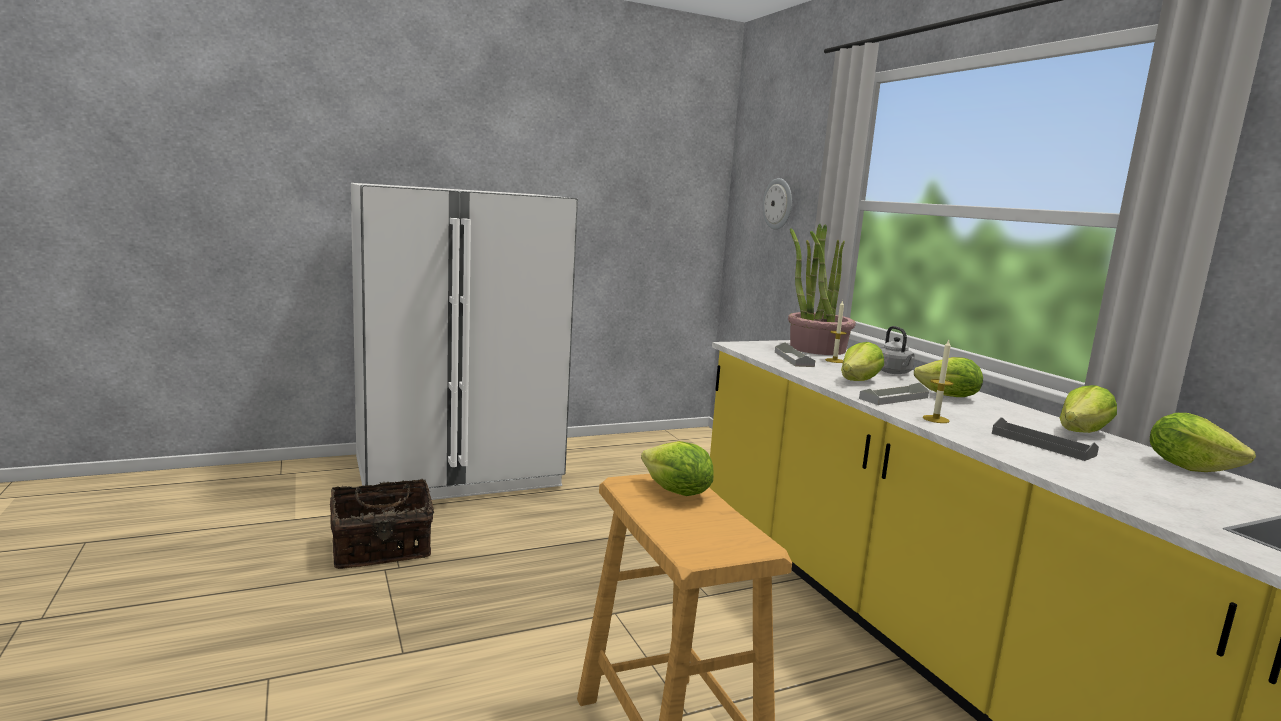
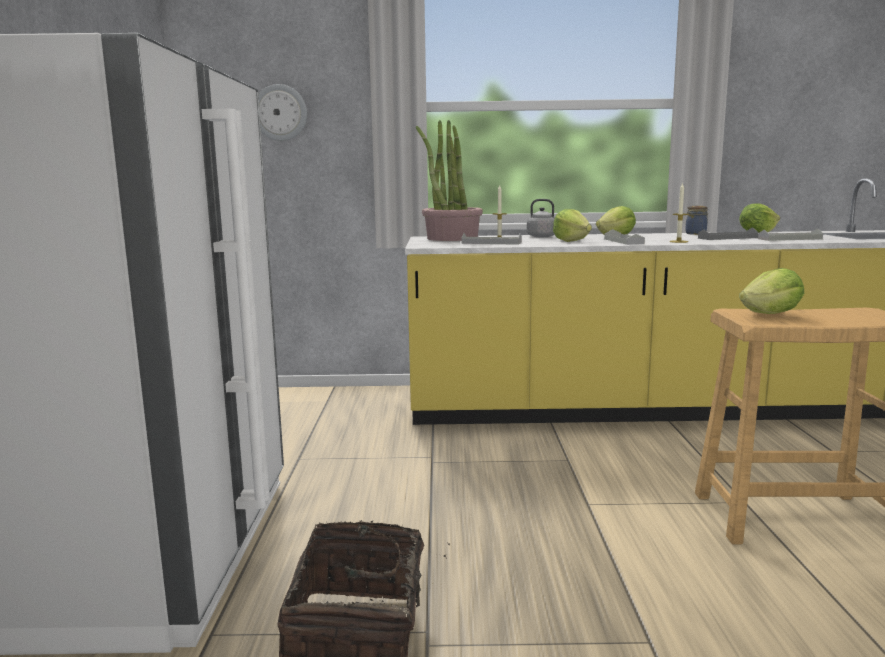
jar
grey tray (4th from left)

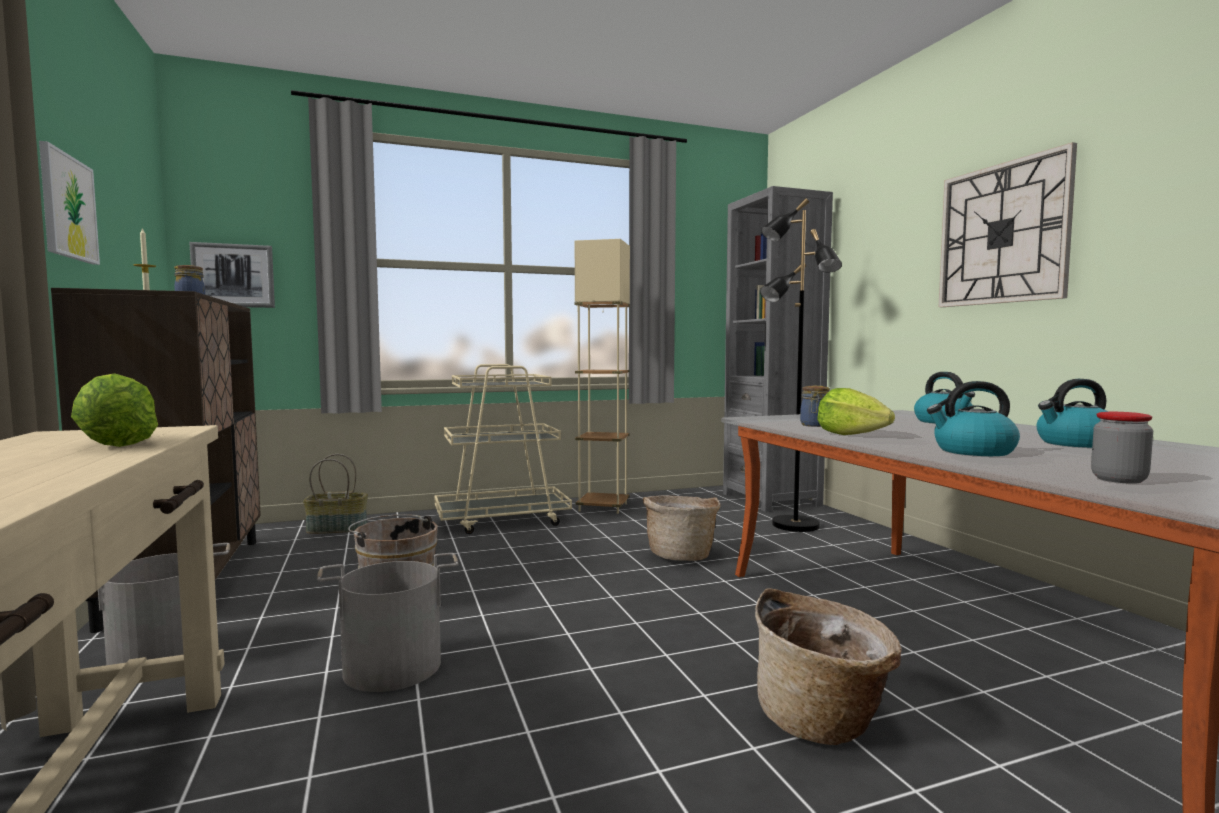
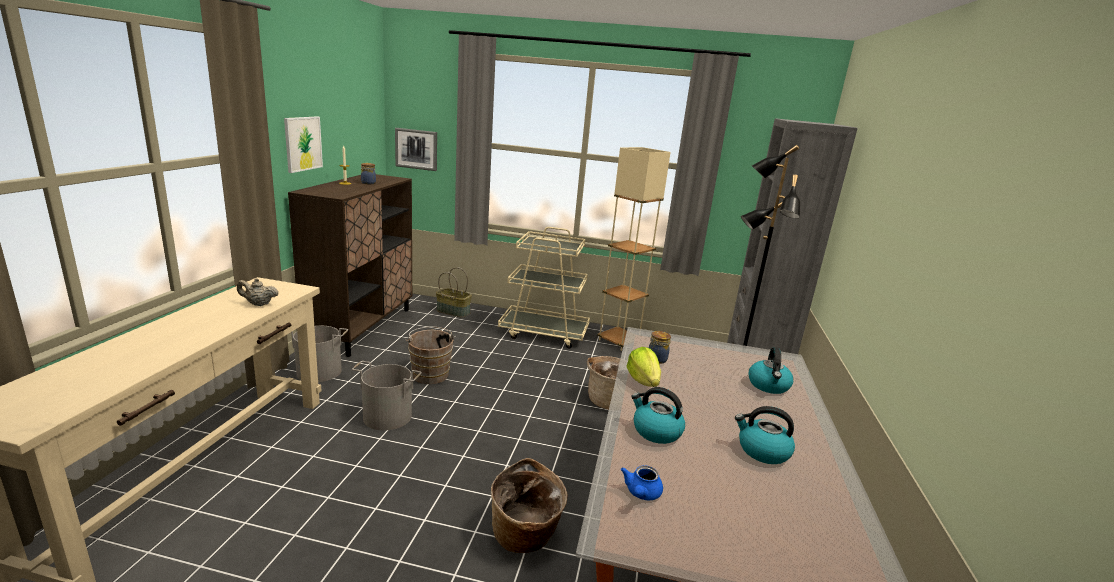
beige teapot
wall clock
blue teapot

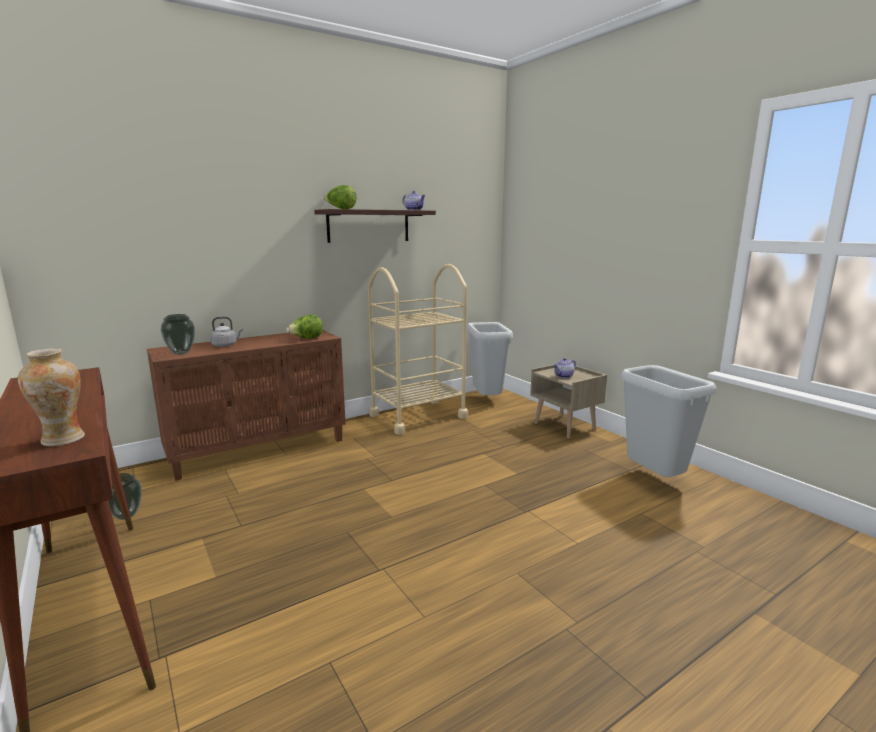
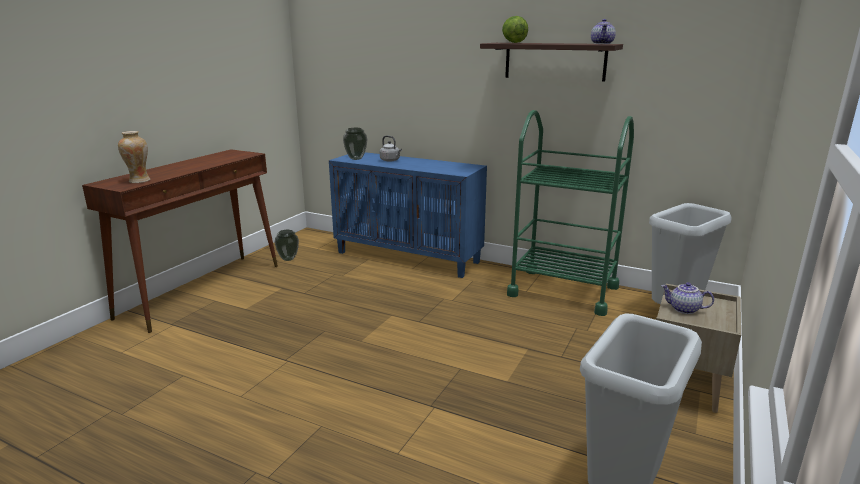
blue cabinet
lettuce (1st from left in the first image)
green cart

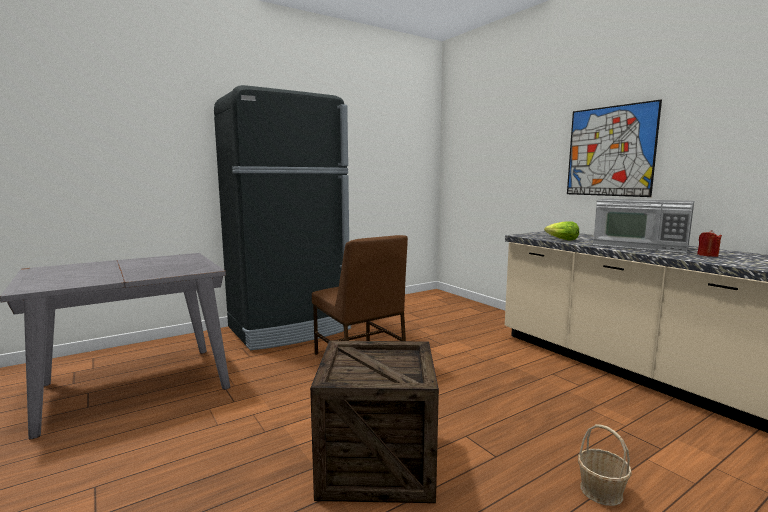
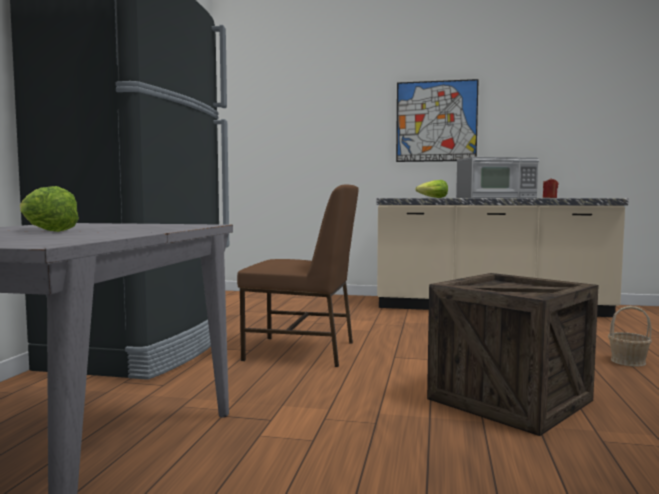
lettuce (1st from left)

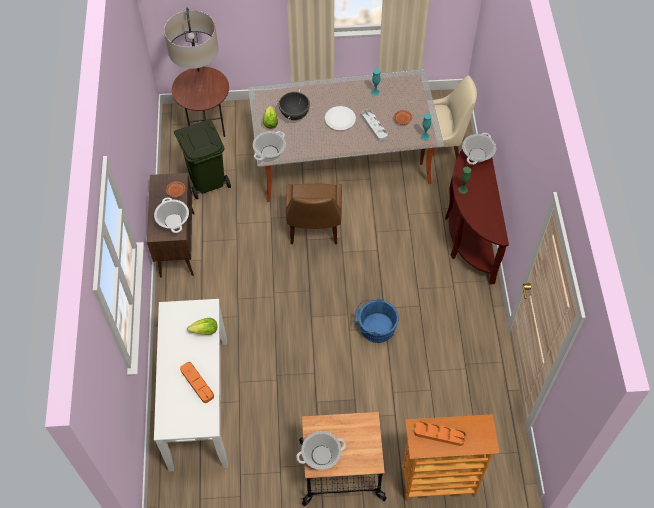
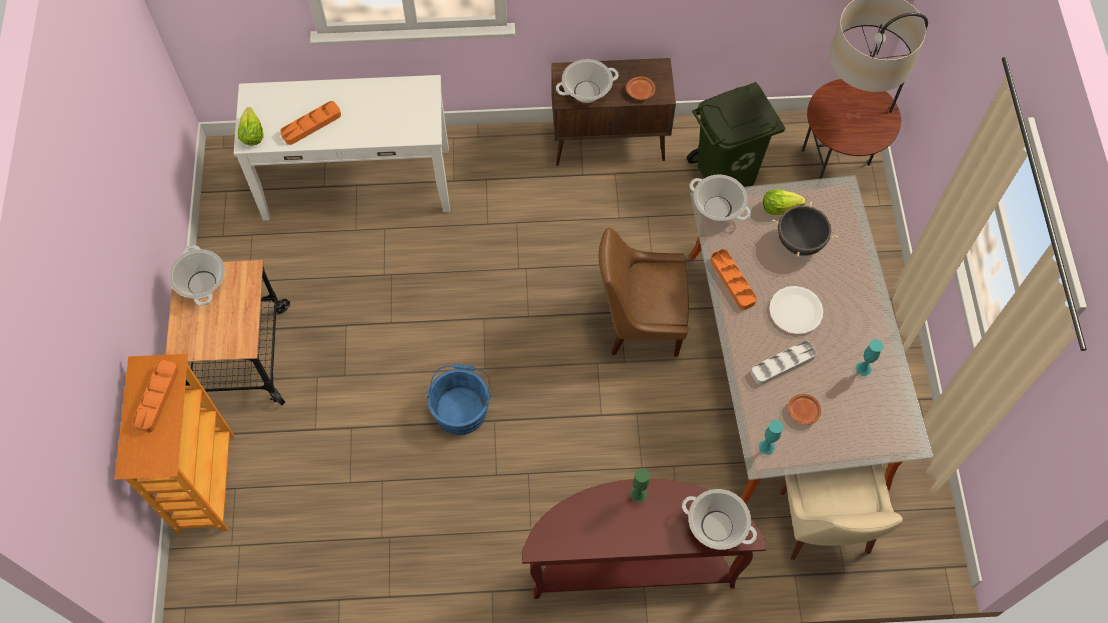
lettuce (1st from left)
orange tray (3rd from left)

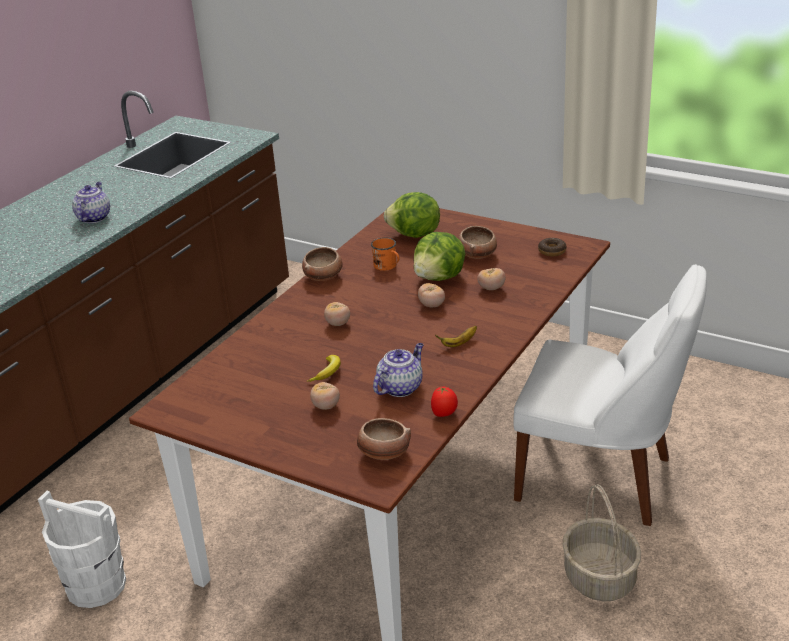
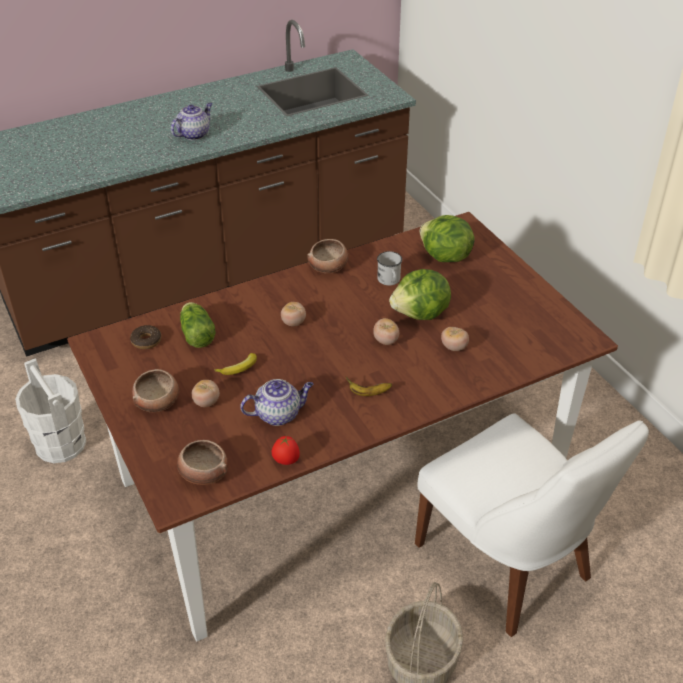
white mug
bowl (1st from left)
donut
lettuce (1st from left)

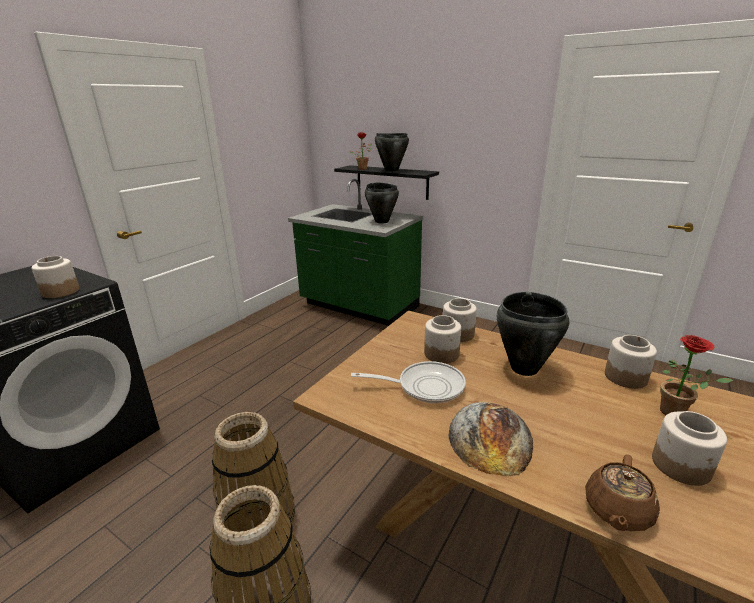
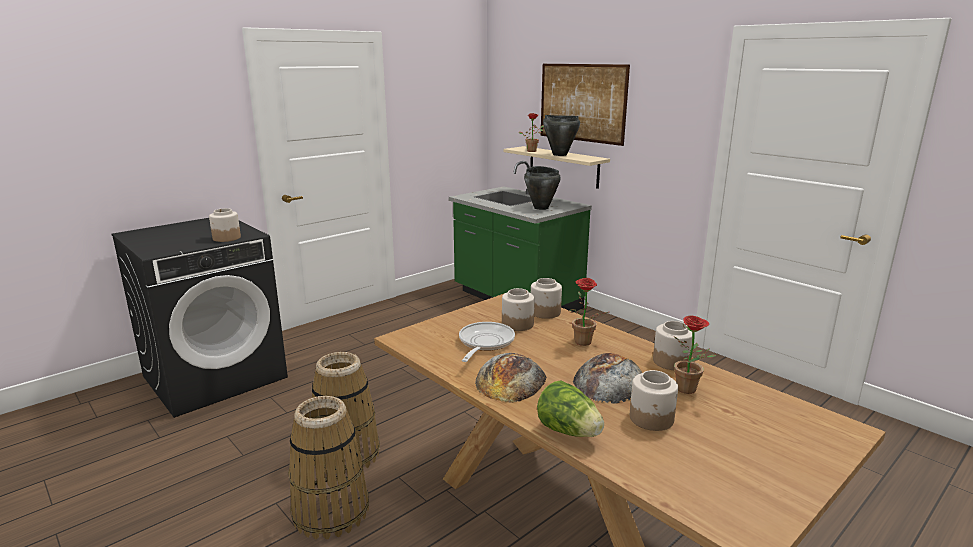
beige shelf
frying pan
potted plant (2nd from left)
lettuce
picture
bread (2nd from left)

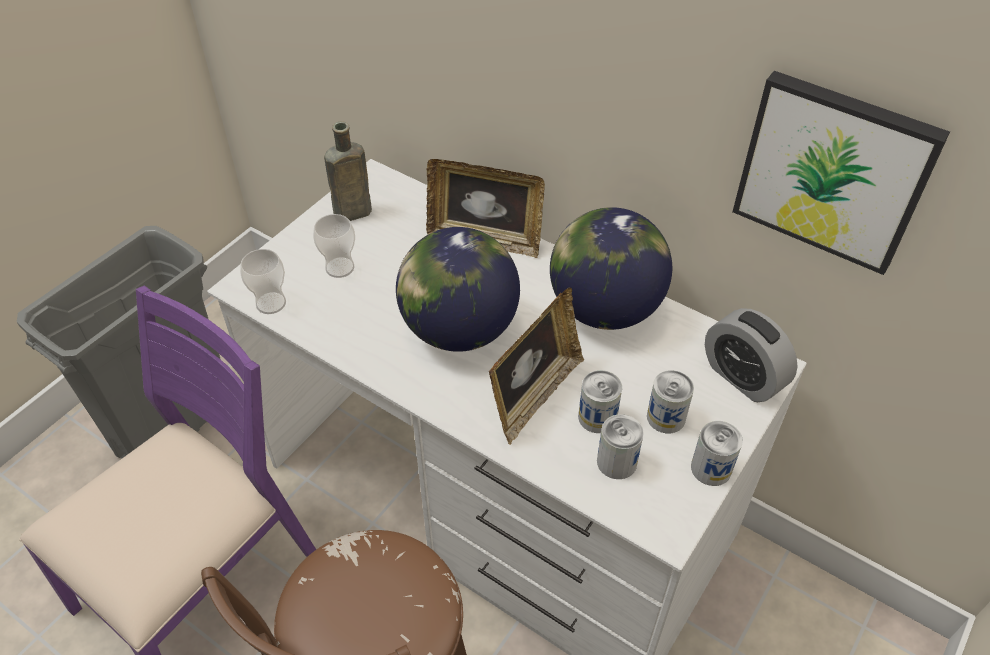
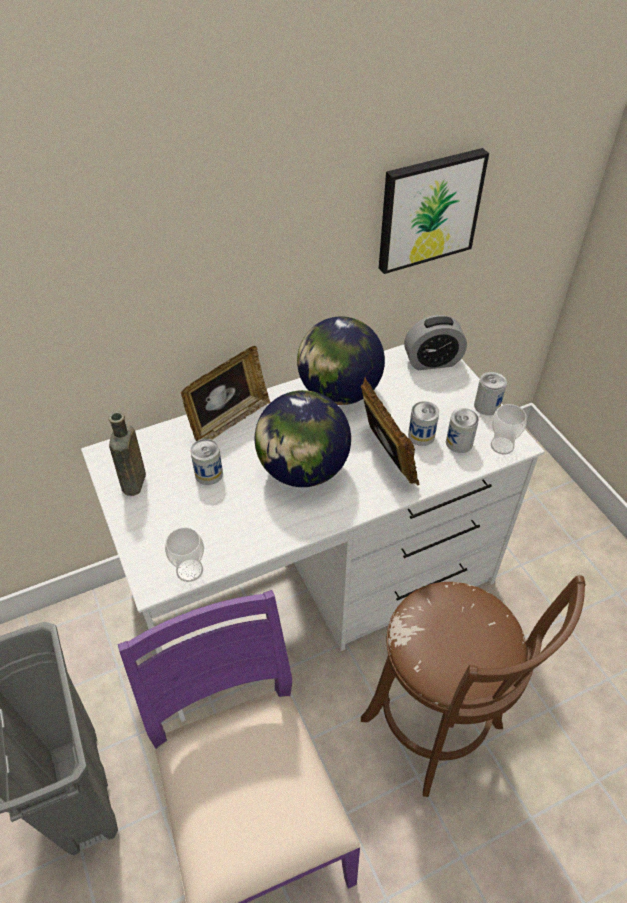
cup (2nd from left)
can (1st from left)

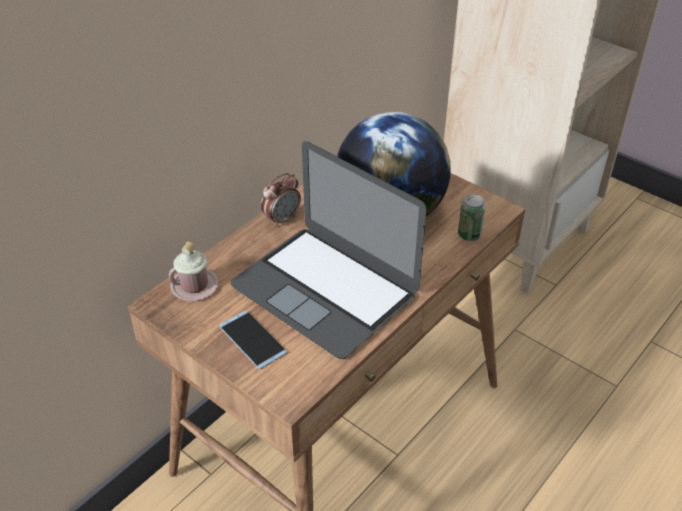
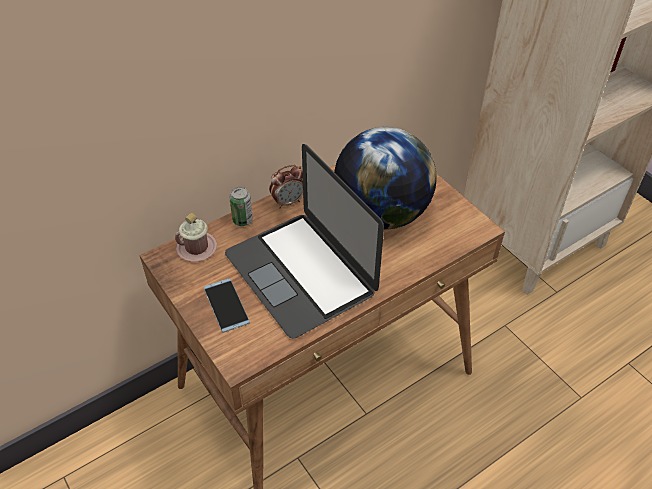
can

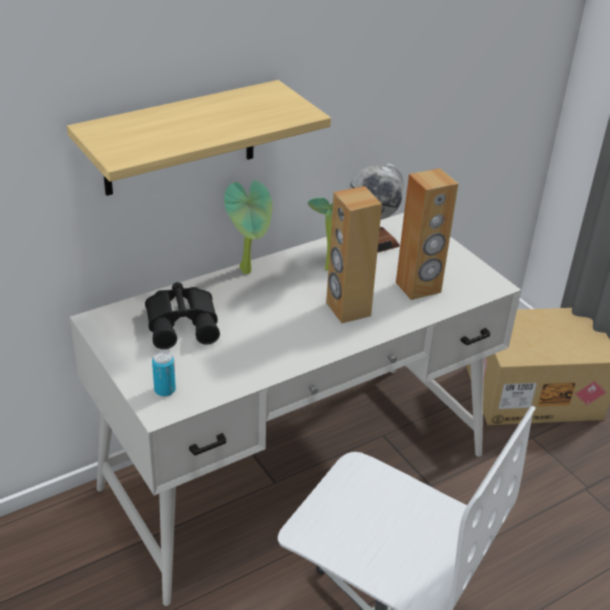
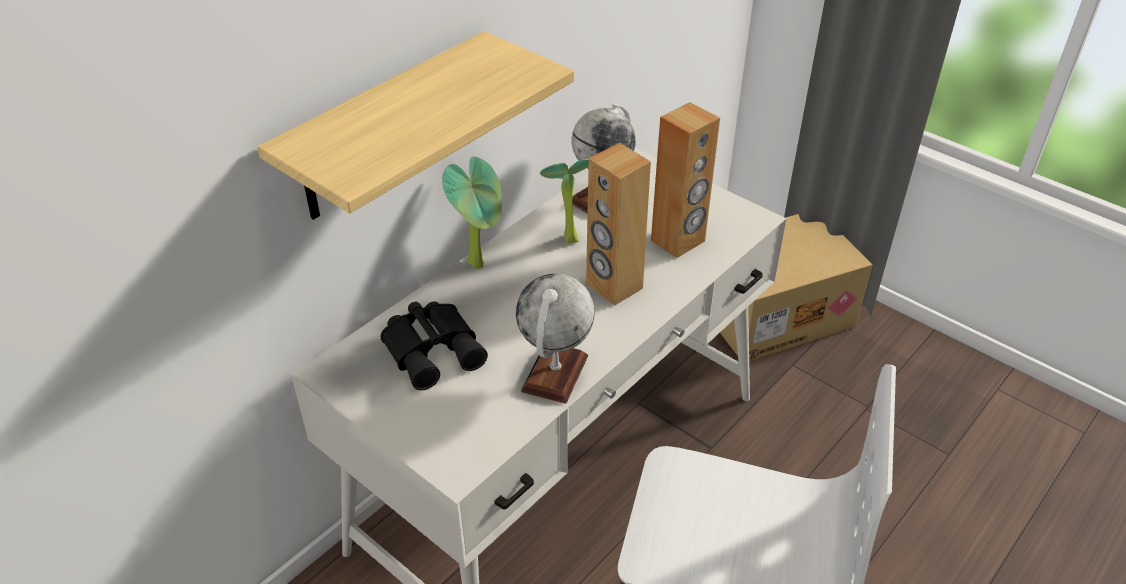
can
globe (1st from left)

